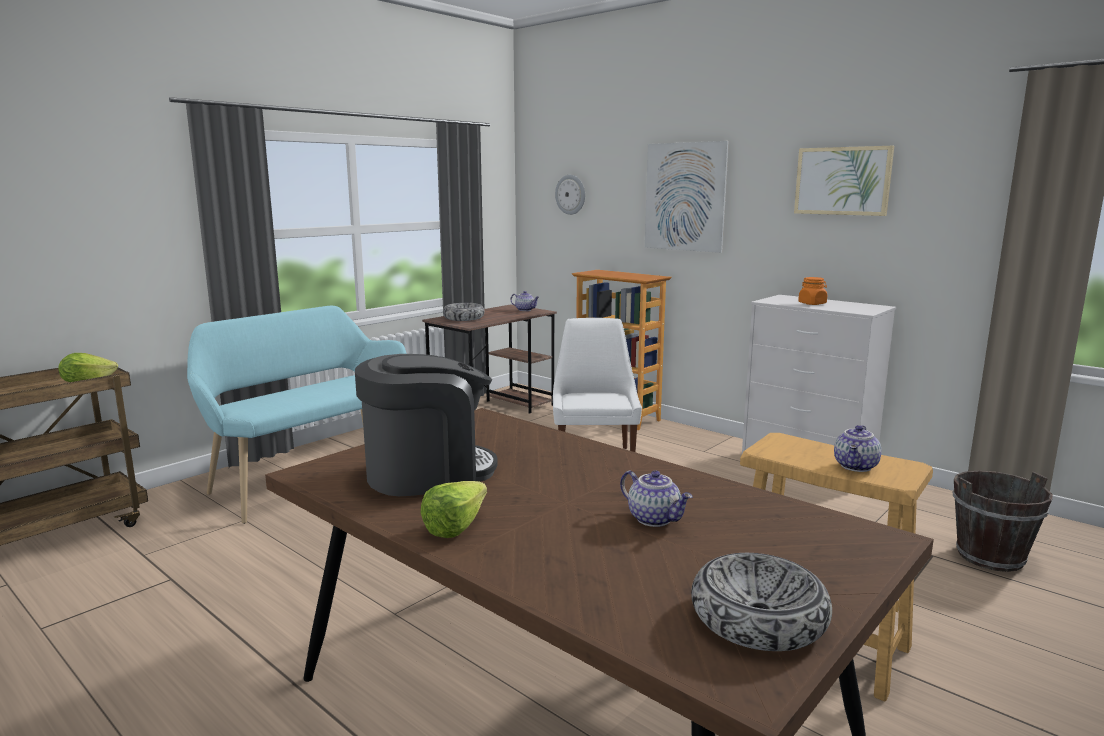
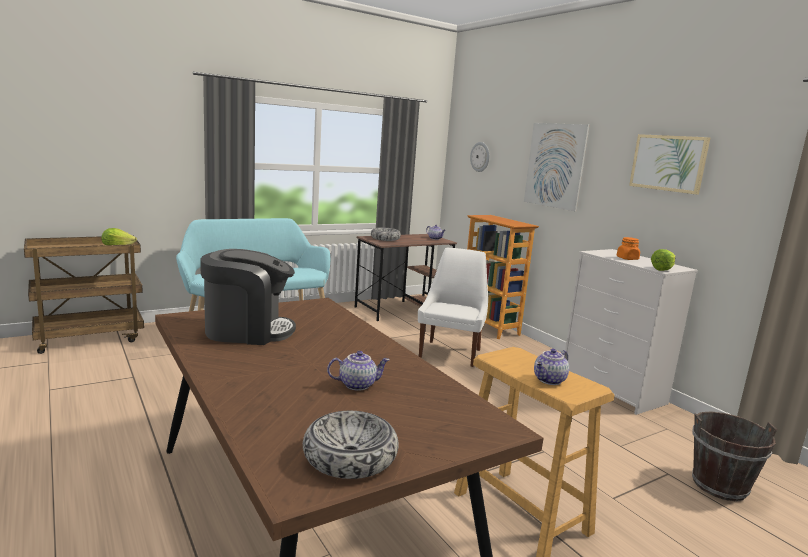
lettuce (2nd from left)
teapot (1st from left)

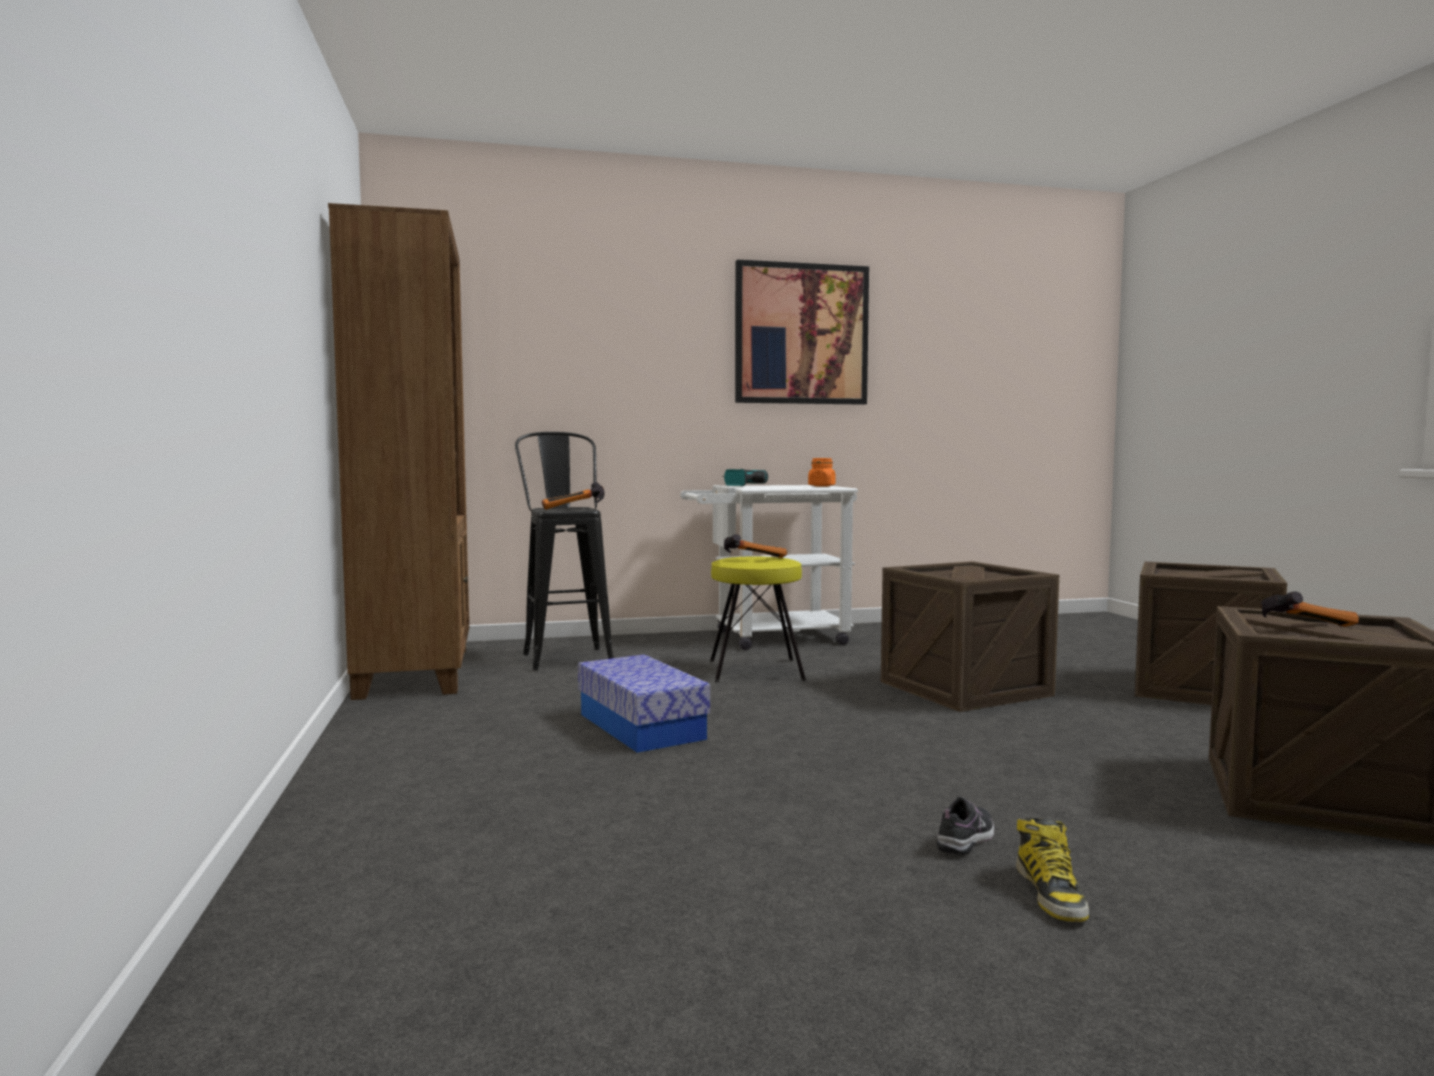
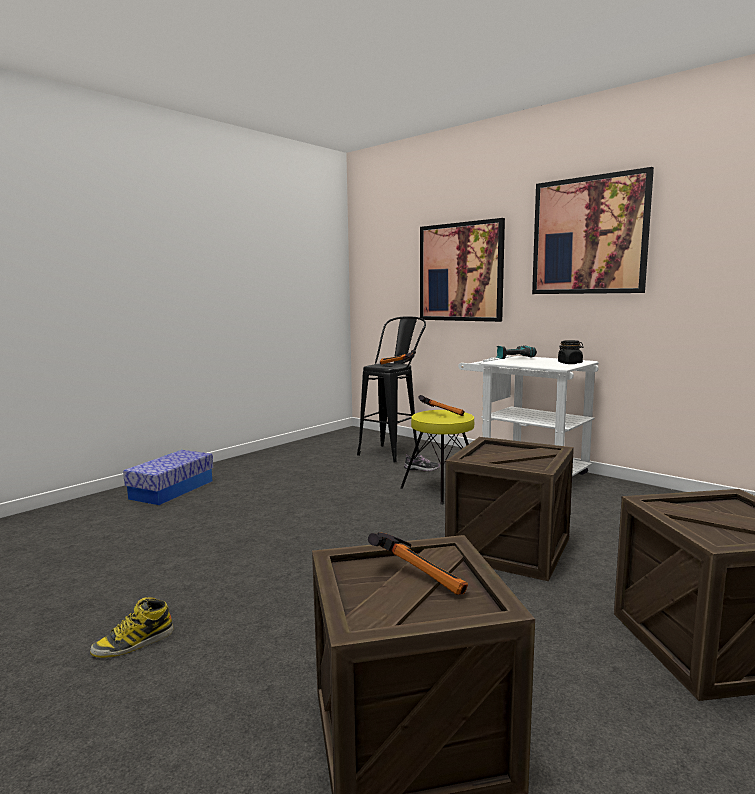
brown bookcase
storage box
black jar
shoe
picture (1st from left)

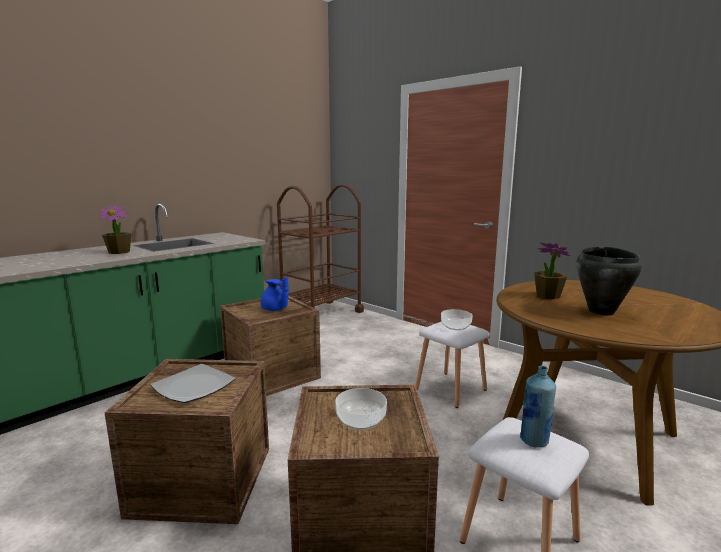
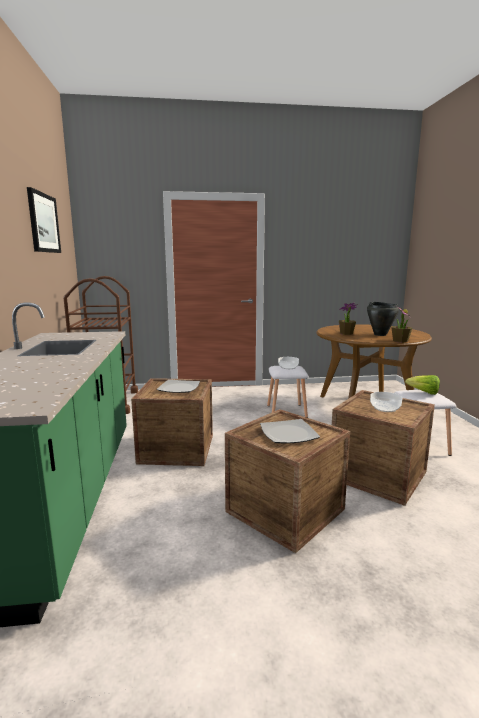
potted plant (2nd from left)
plate (1st from left)
lettuce
picture

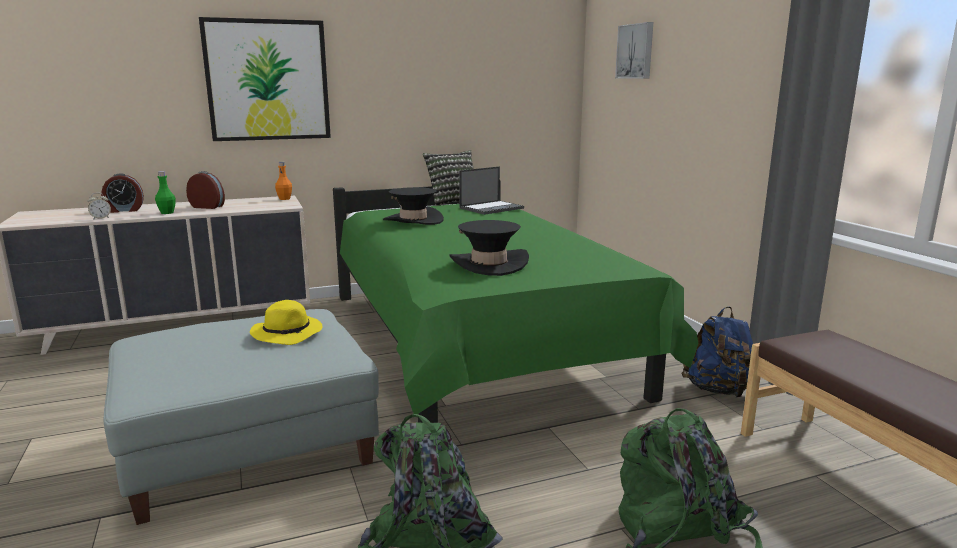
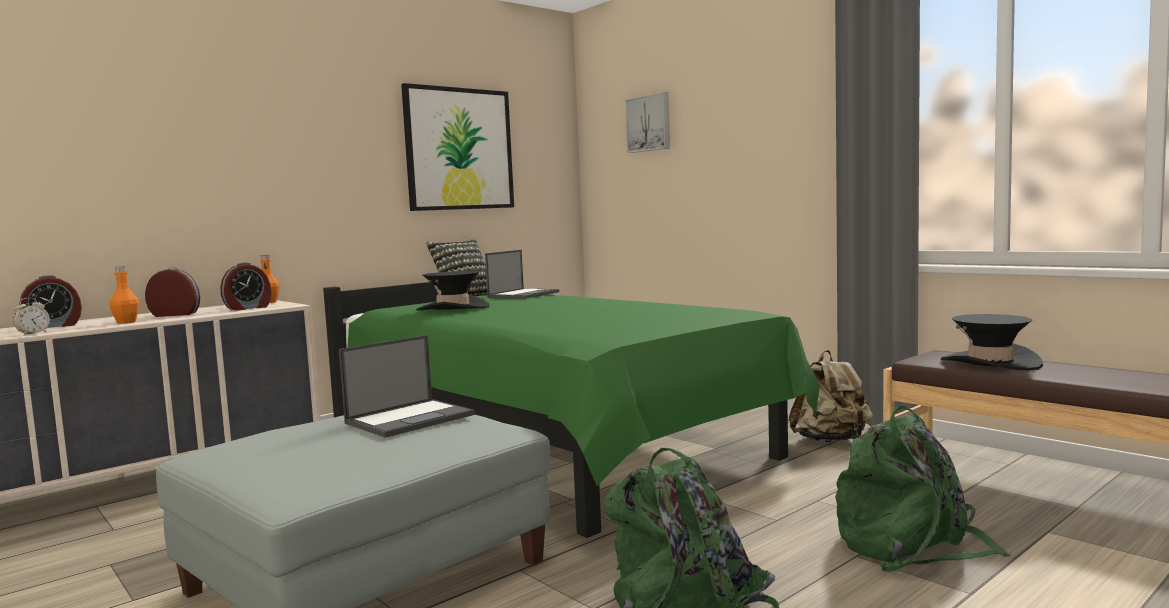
orange bottle (1st from left)
picture (1st from left)
laptop (1st from left)
black hat (2nd from left)
beige backpack
alarm clock (4th from left)

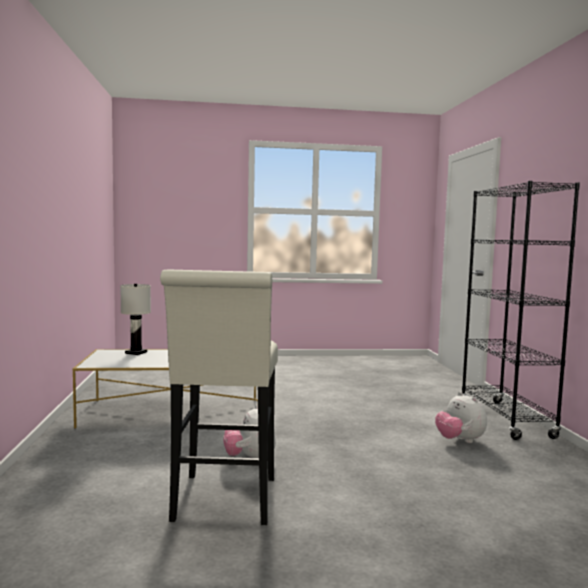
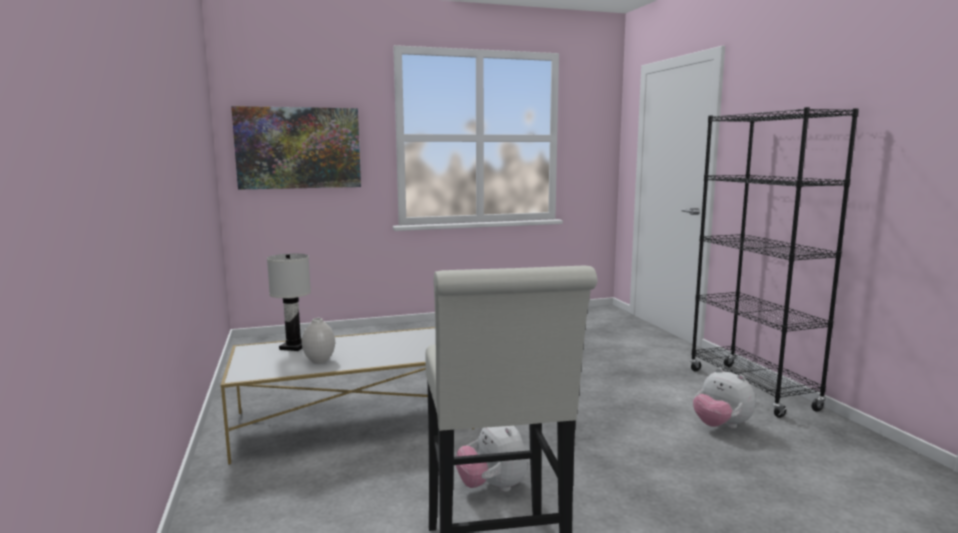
picture
white vase

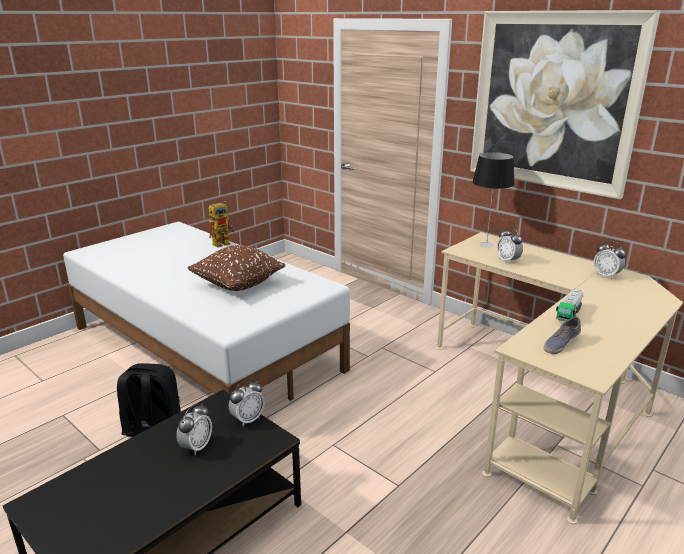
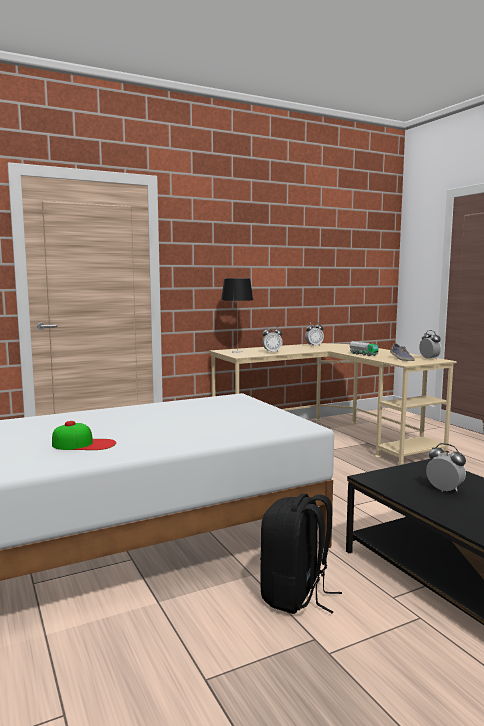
brown pillow
toy robot
alarm clock (3rd from left)
picture
cap

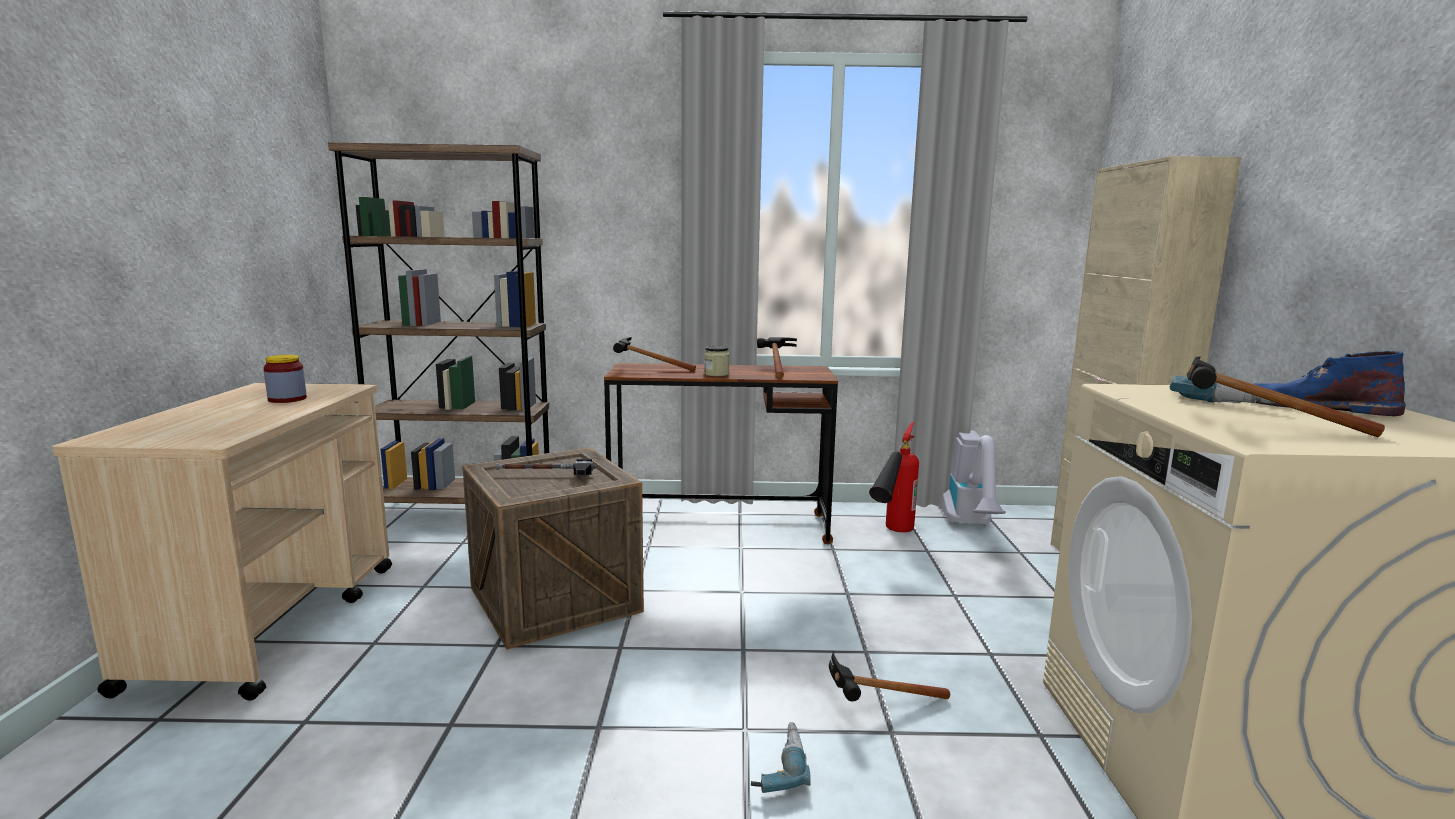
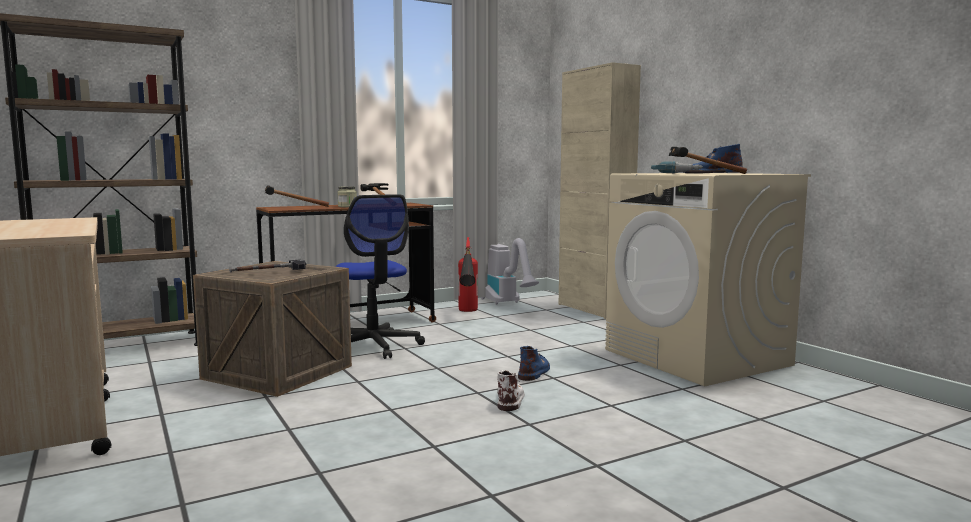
jar (1st from left in the first image)
white boot
blue boot (1st from left)
office chair

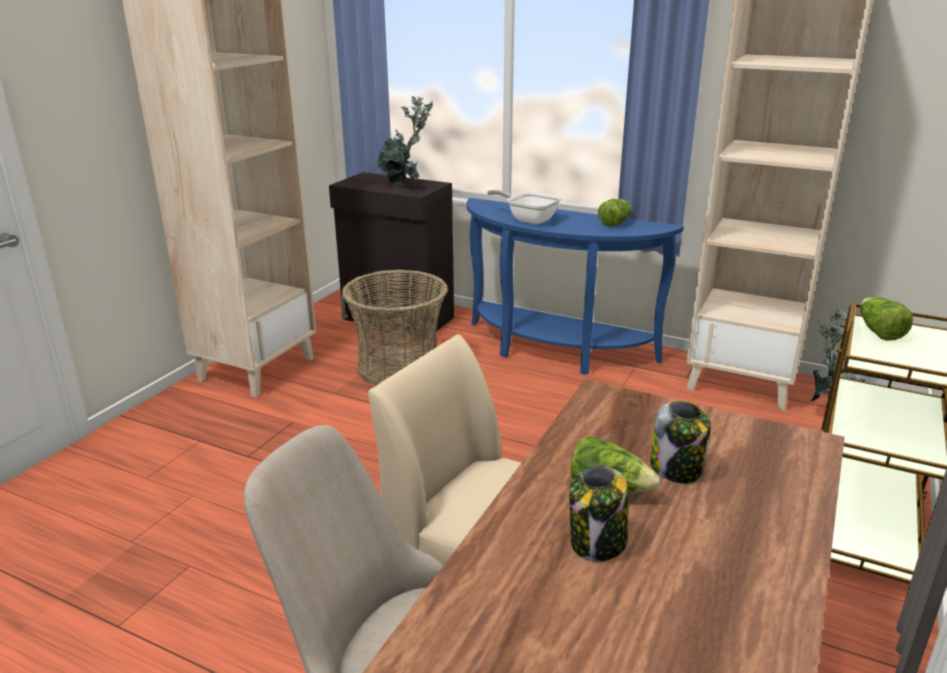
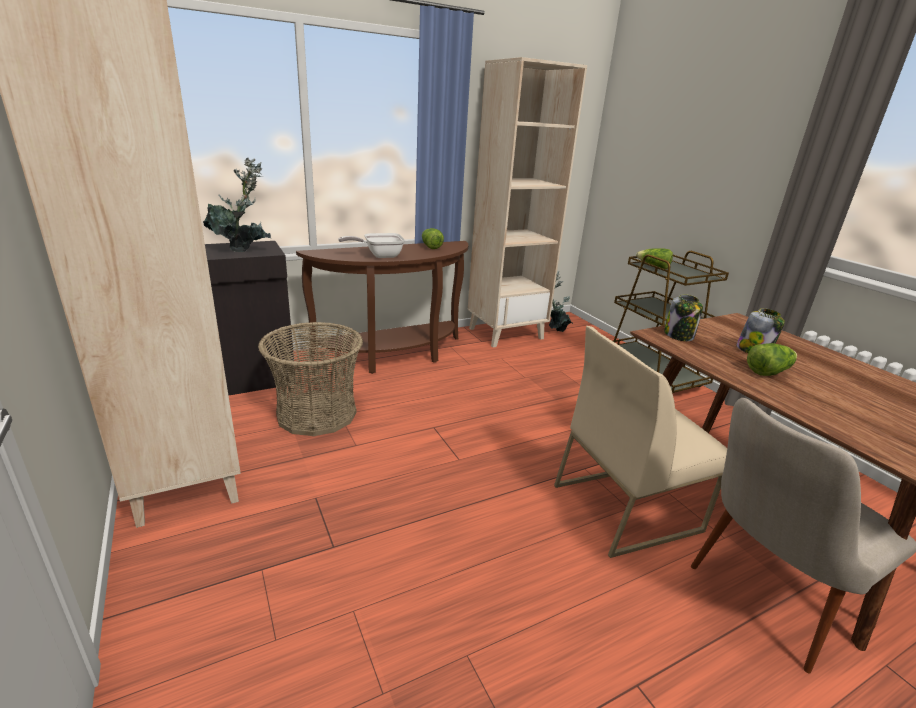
brown console table
jar (1st from left)

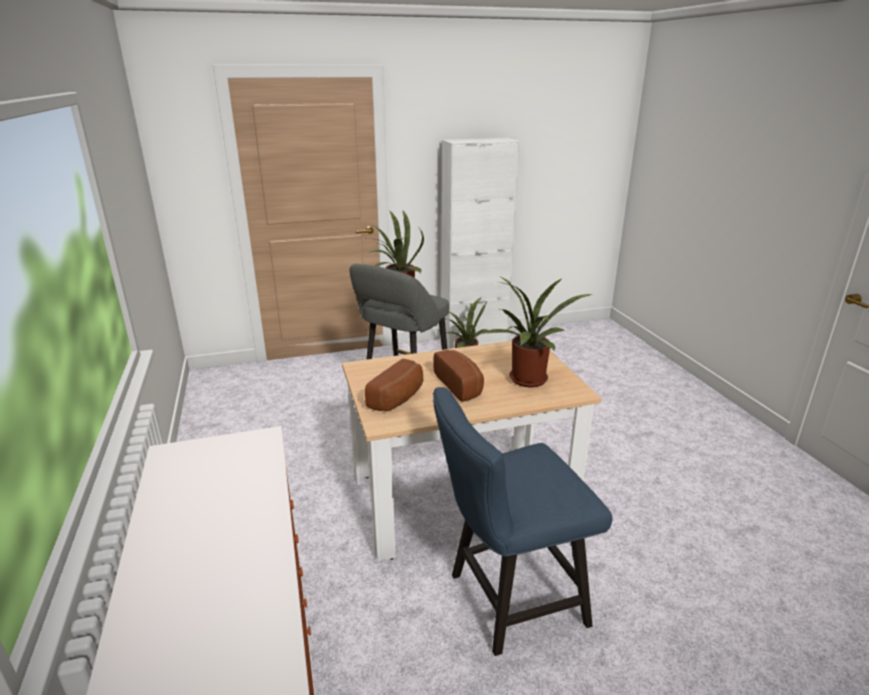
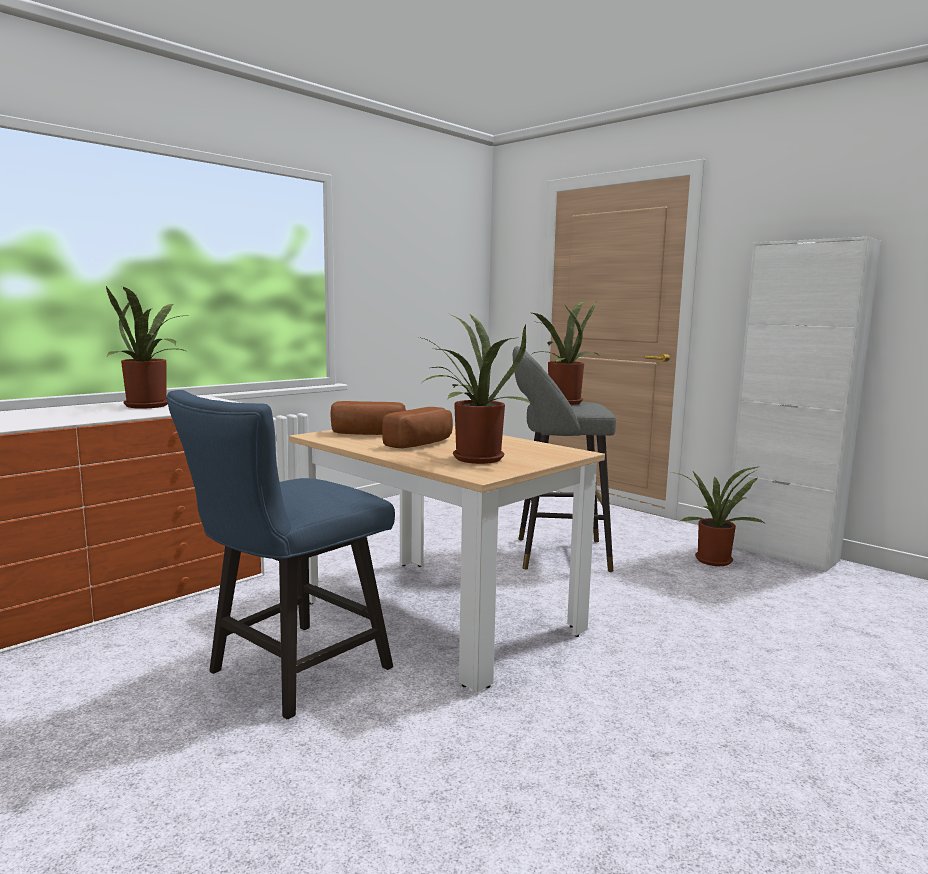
blue chair
potted plant (1st from left)

